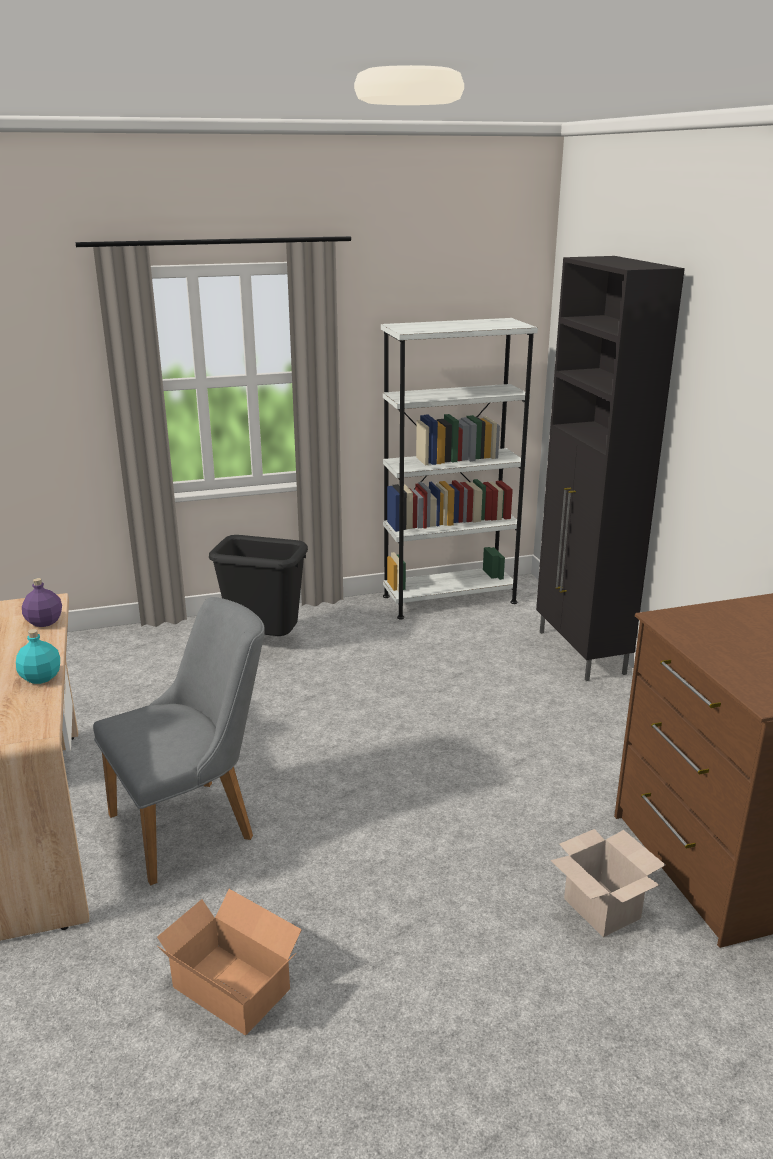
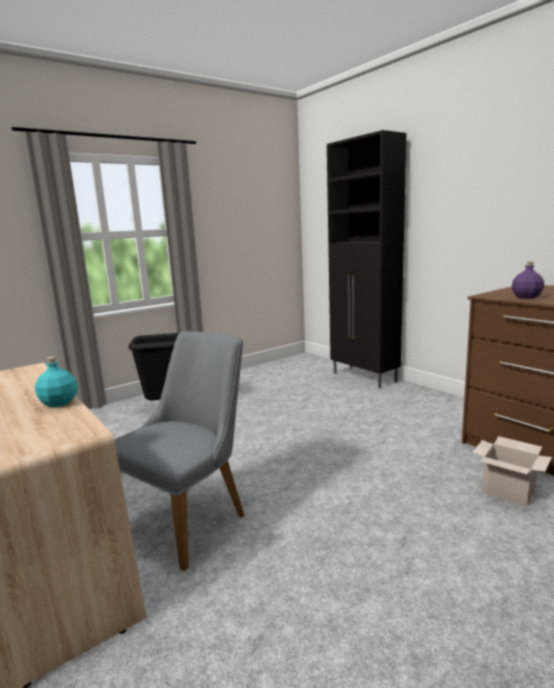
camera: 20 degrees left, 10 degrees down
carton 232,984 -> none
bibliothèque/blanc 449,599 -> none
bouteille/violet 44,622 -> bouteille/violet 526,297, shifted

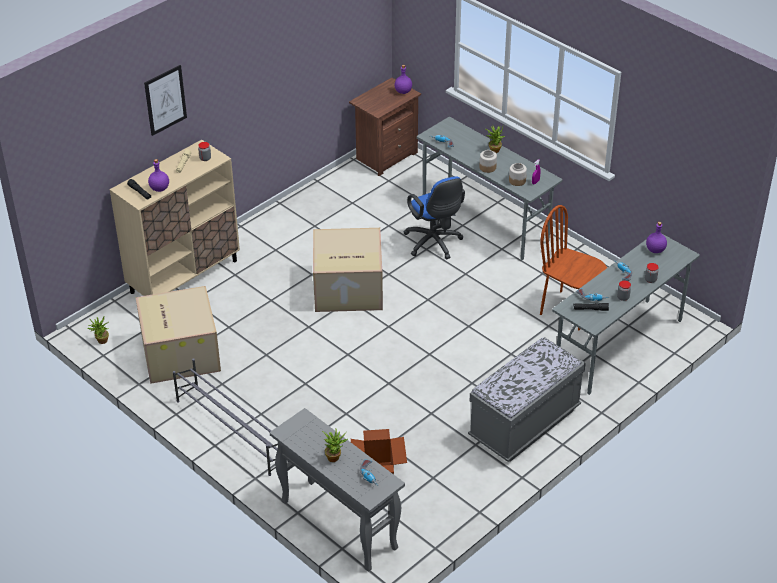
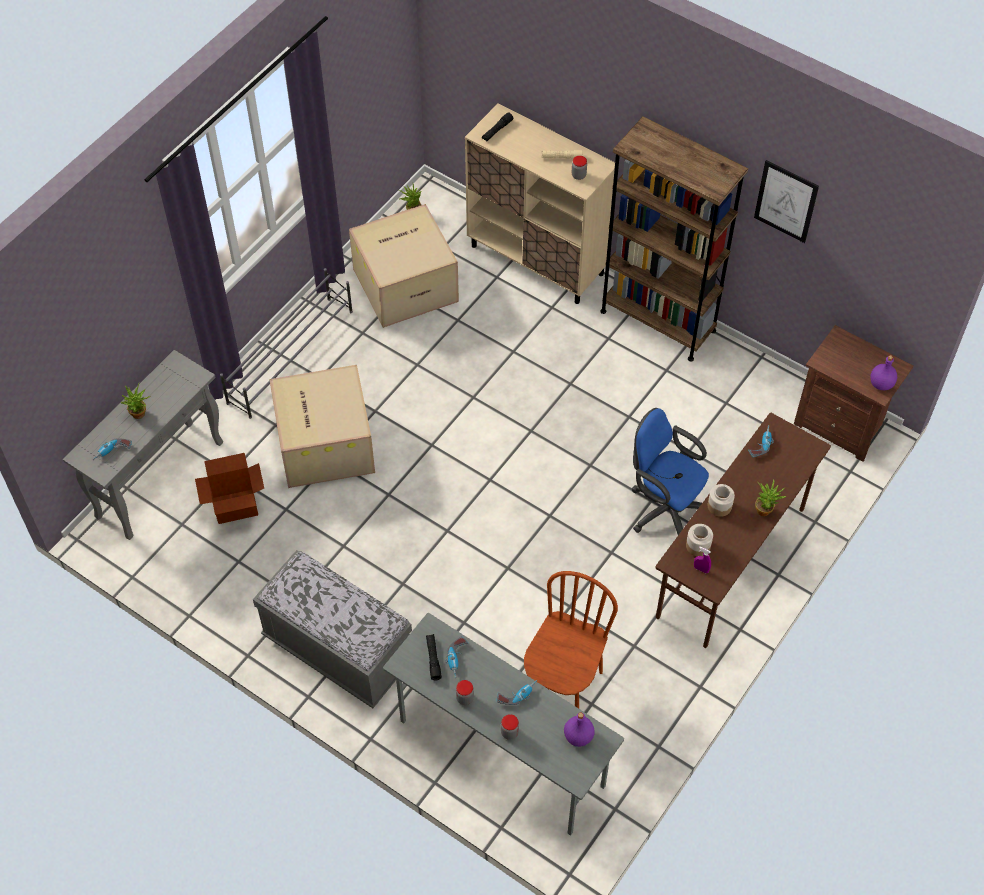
camera: 80 degrees right, 15 degrees up
bouteille/violet 160,188 -> none
none -> bibliothèque/marron 658,321
tableau 165,100 -> tableau 786,201, shifted
carton 347,289 -> carton 323,443, shifted
bureau/gris 485,221 -> bureau/marron 731,564
chaise de bureau/bleu 434,244 -> chaise de bureau/bleu 664,508, 75 degrees clockwise

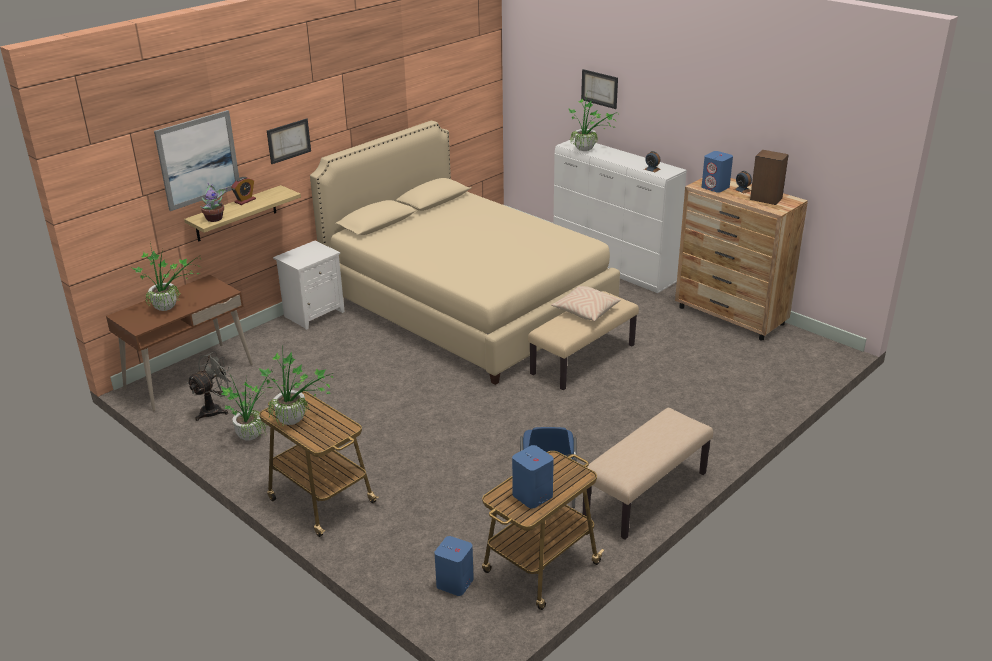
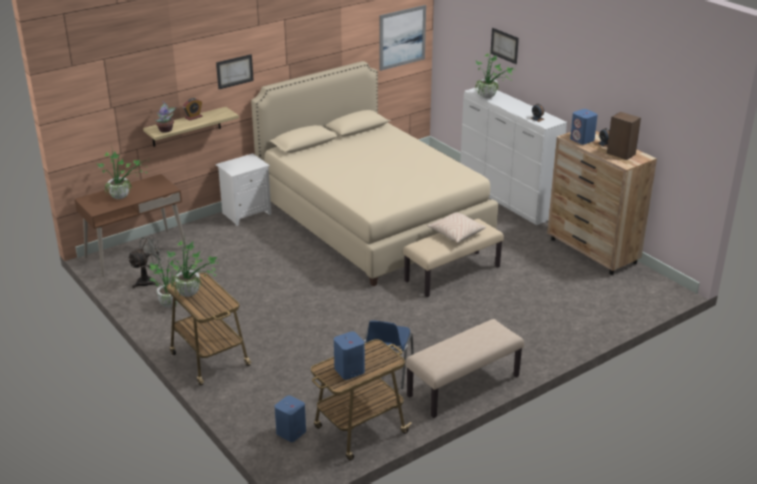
camera: 10 degrees right, 0 degrees up
tableau 198,160 -> tableau 402,37, shifted

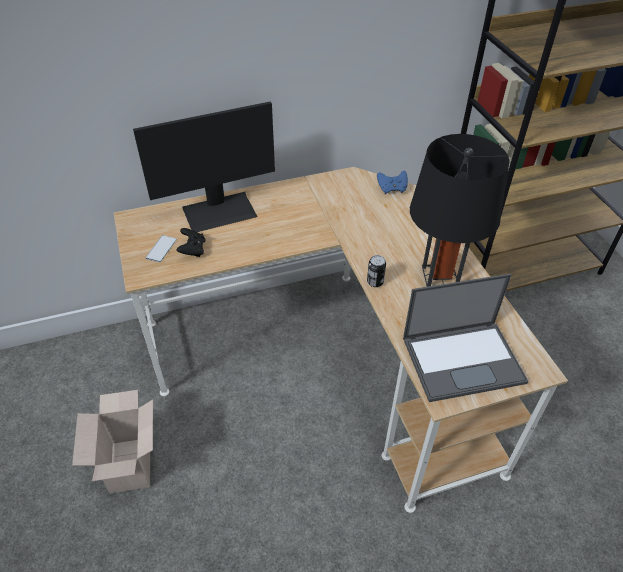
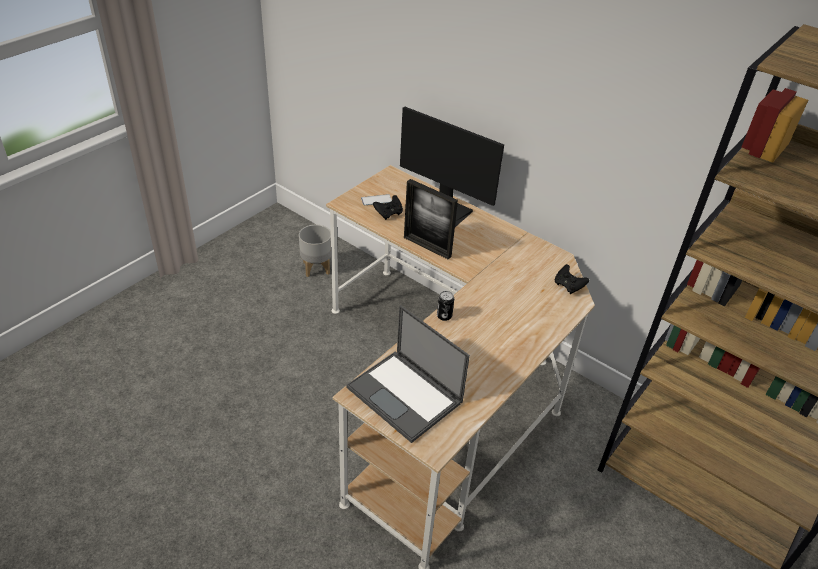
camera: 55 degrees right, 5 degrees down
carton 129,463 -> none
lampe de table/noir 440,276 -> none
none -> cache-pot/gris 317,268
none -> cadre photo 427,247
manette/bleu 392,189 -> manette/noir 568,286

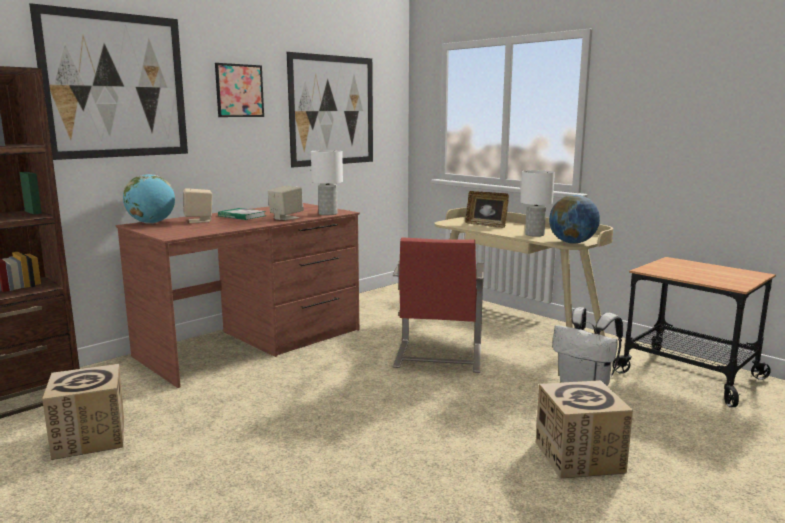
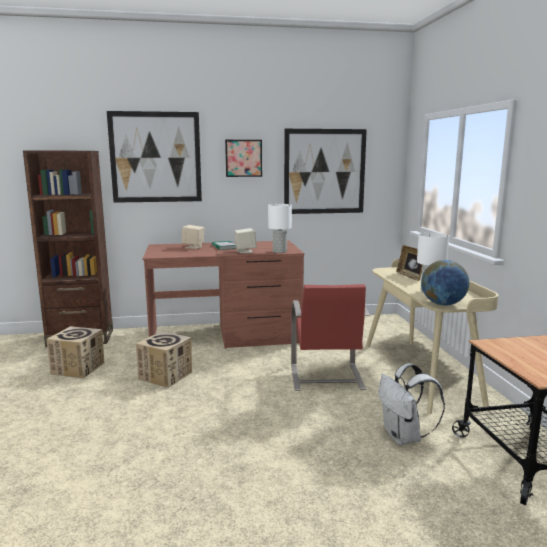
camera: 35 degrees right, 0 degrees up
globe 151,223 -> none
carton 579,457 -> carton 166,376, shifted
chaise/rouge 437,357 -> chaise/rouge 326,378, 45 degrees counterclockwise

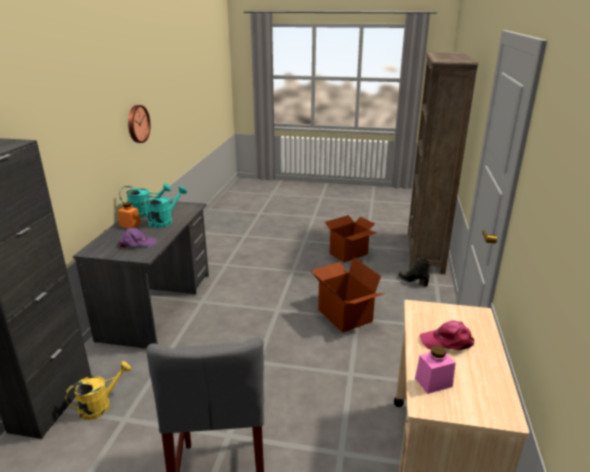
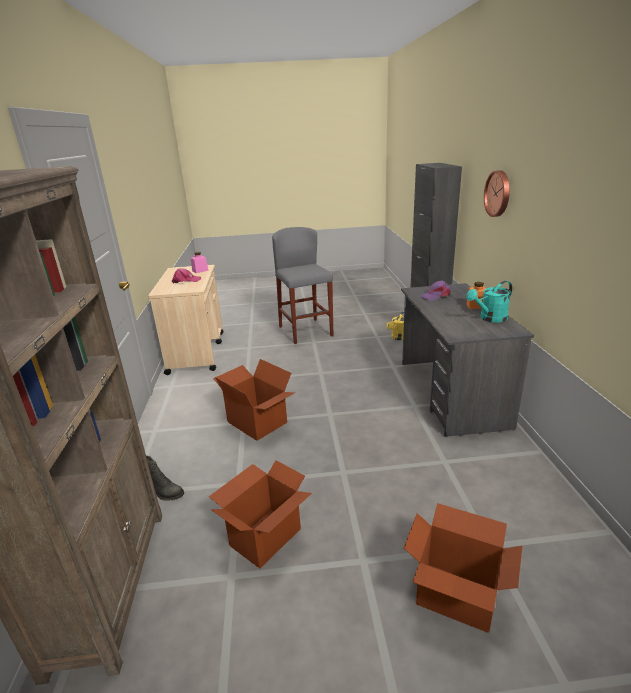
camera: 165 degrees right, 0 degrees up
arrosoir/turquoise 164,221 -> none
none -> carton 456,597
horloge murale 137,124 -> horloge murale 498,193, shifted

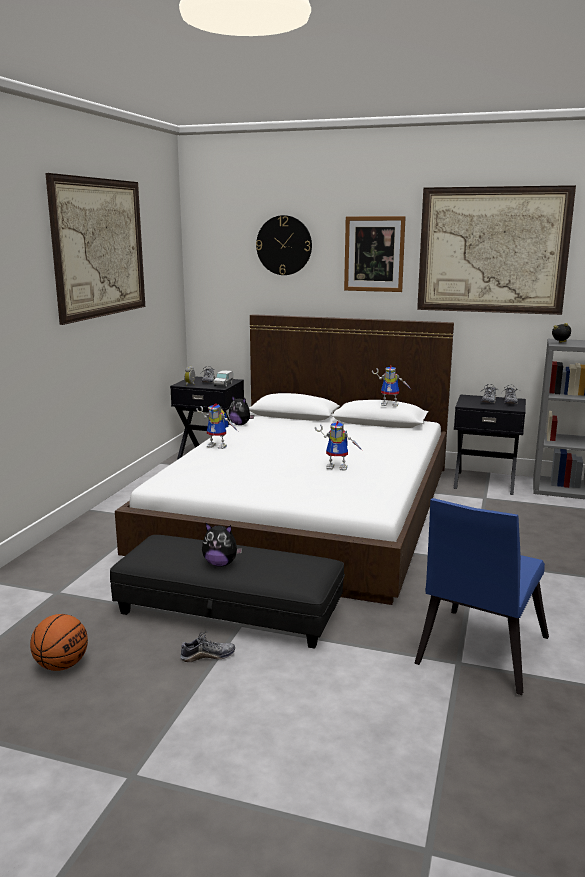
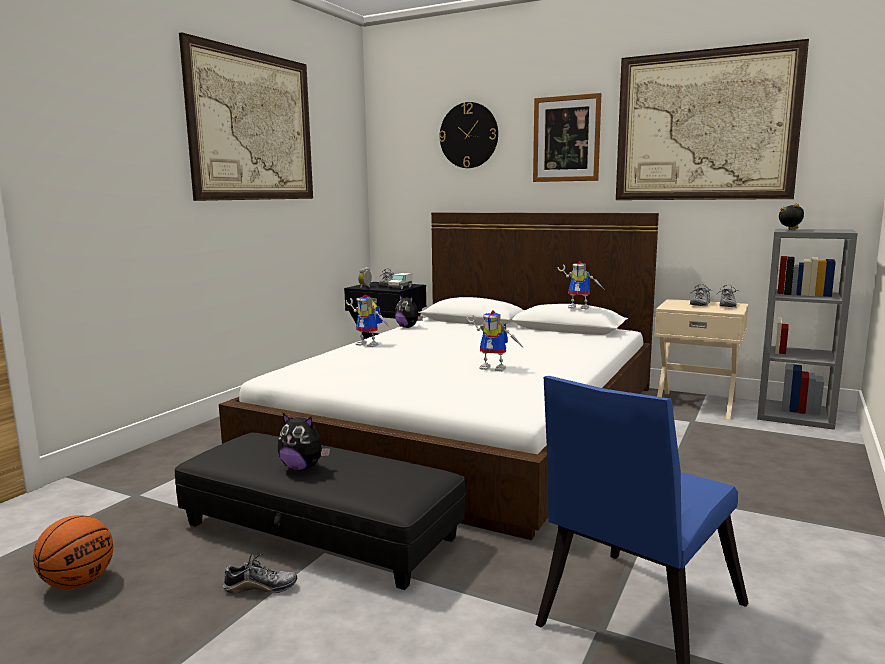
camera: 10 degrees right, 5 degrees down
table de chevet/noir 484,482 -> table de chevet/beige 696,404

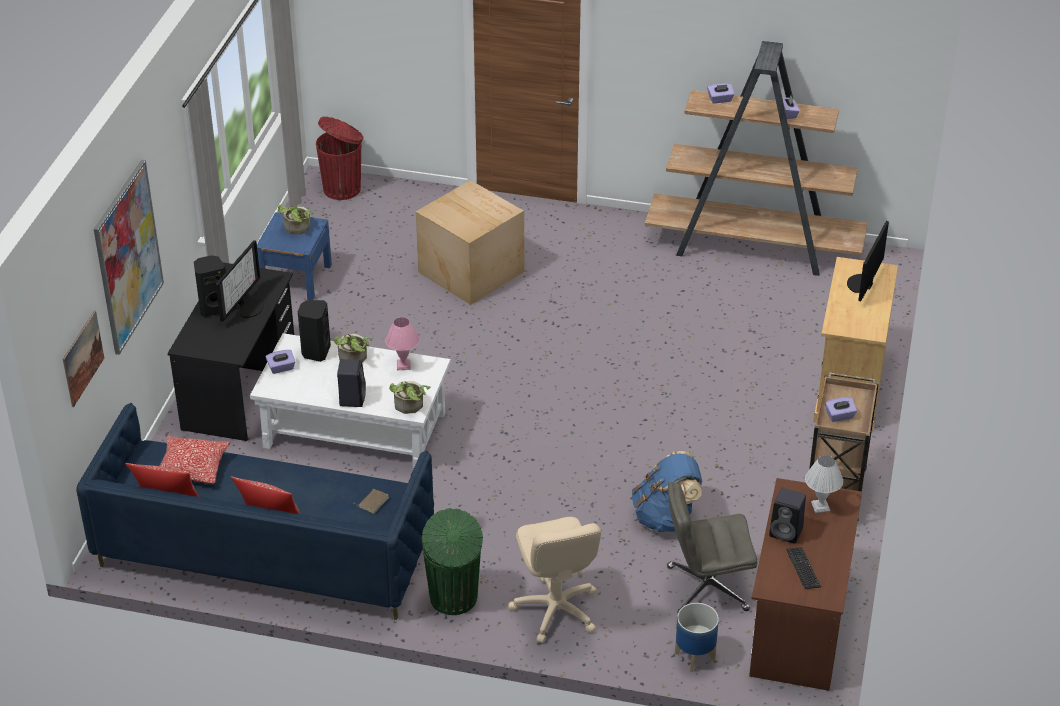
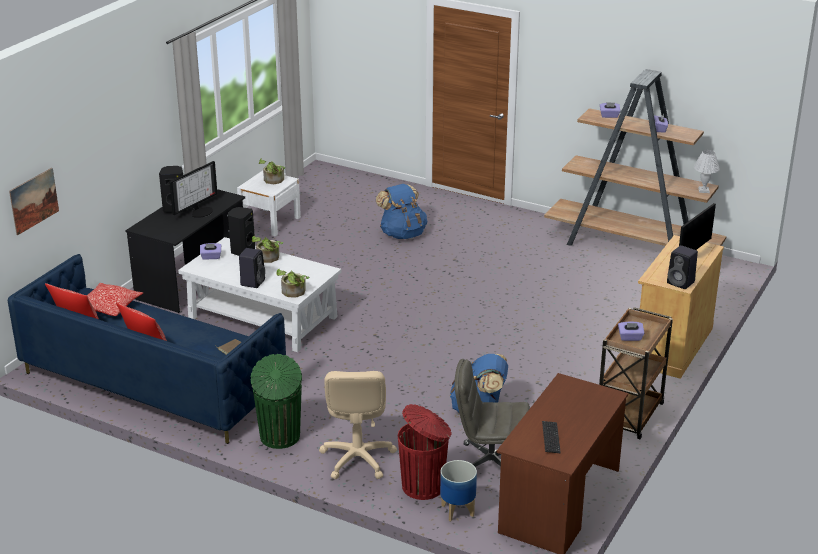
camera: 15 degrees right, 10 degrees down
tableau 128,257 -> none
lampe de table/rose 404,365 -> none
poubelle/rouge 343,188 -> poubelle/rouge 424,486, shifted
enceinte/noir 787,532 -> enceinte/noir 681,283, shifted
lampe de table/blanc 820,506 -> lampe de table/blanc 703,190, shifted
carton 471,271 -> sac à dos/bleu 402,234
table de chevet/bleu 296,278 -> table de chevet/blanc 270,222

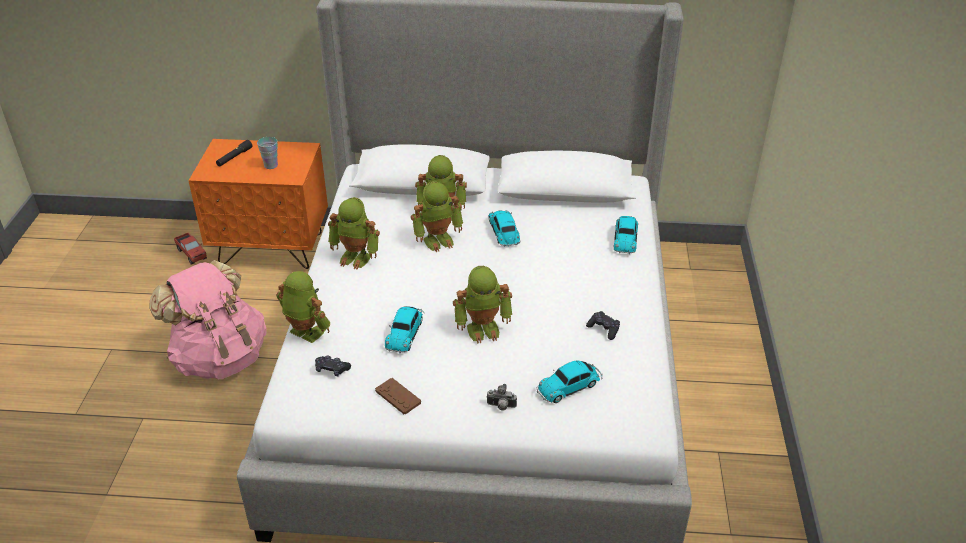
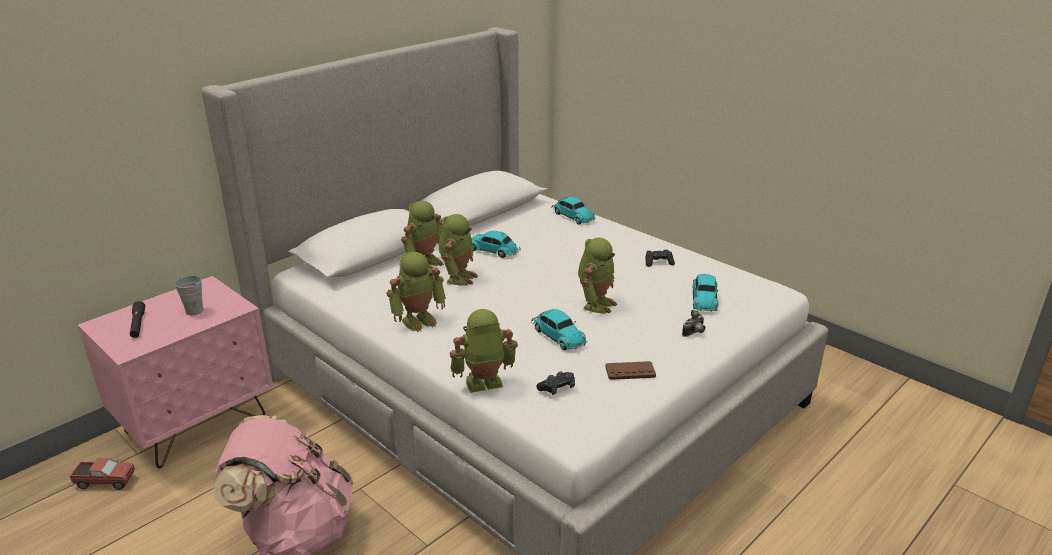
camera: 50 degrees left, 10 degrees down
table de chevet/orange 272,249 -> table de chevet/rose 197,425

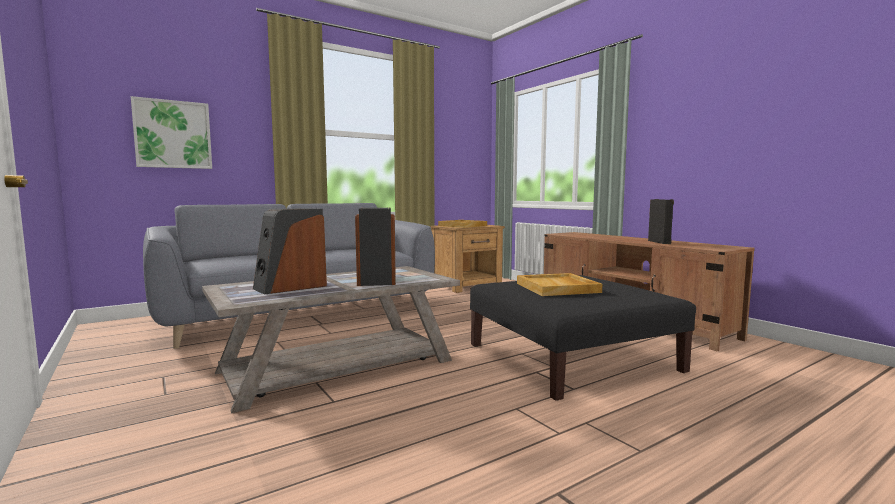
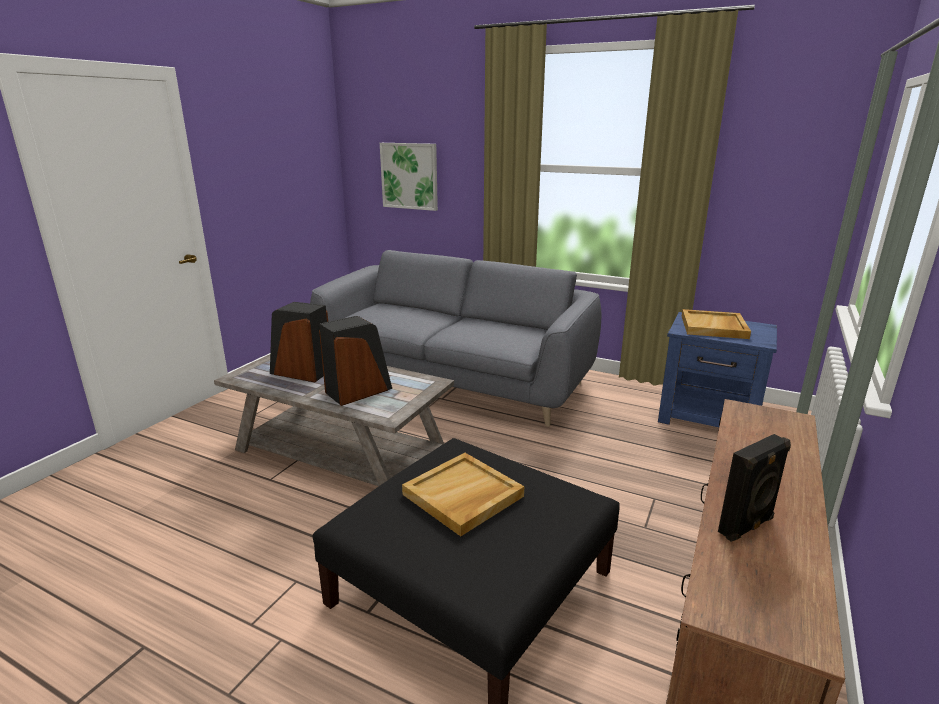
camera: 60 degrees right, 15 degrees up
table de chevet/marron 467,285 -> table de chevet/bleu 709,417

